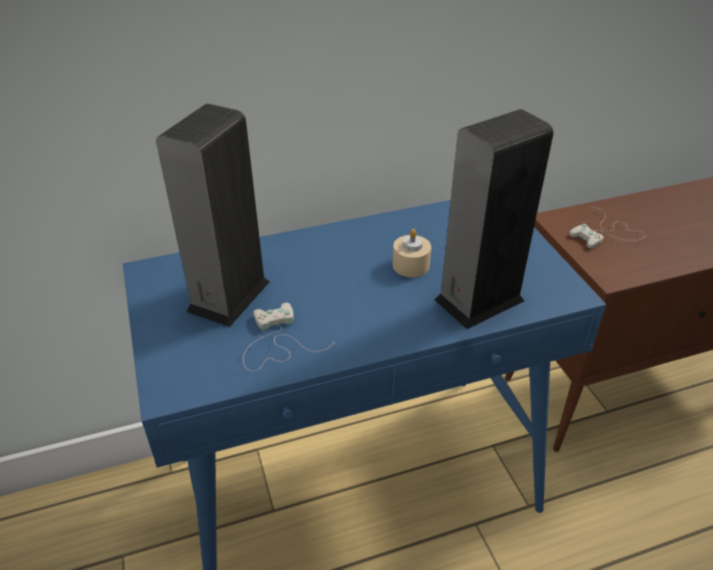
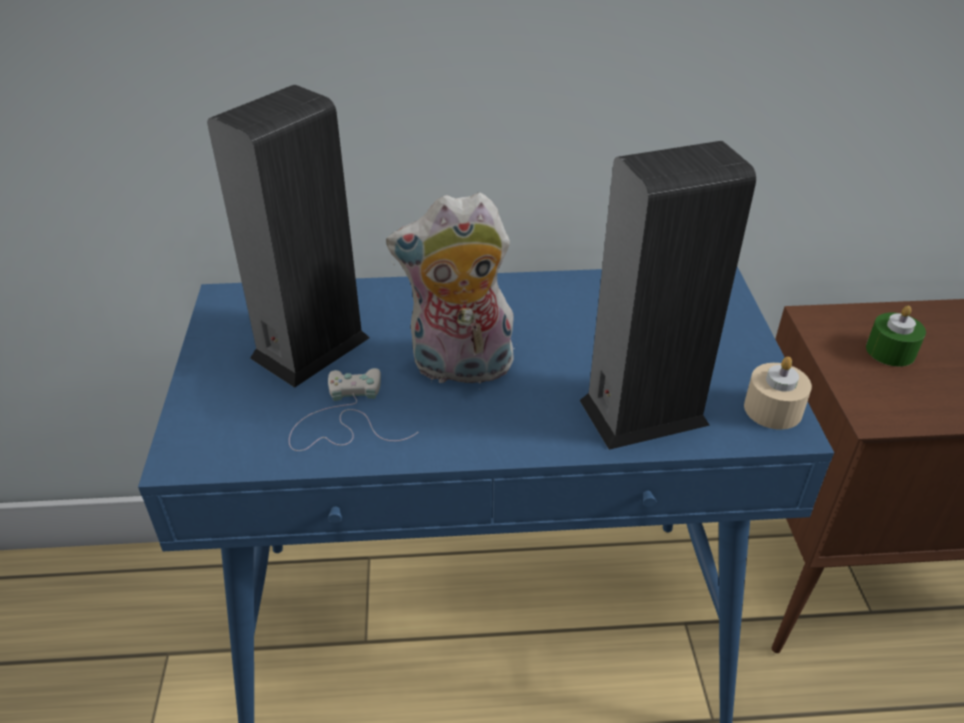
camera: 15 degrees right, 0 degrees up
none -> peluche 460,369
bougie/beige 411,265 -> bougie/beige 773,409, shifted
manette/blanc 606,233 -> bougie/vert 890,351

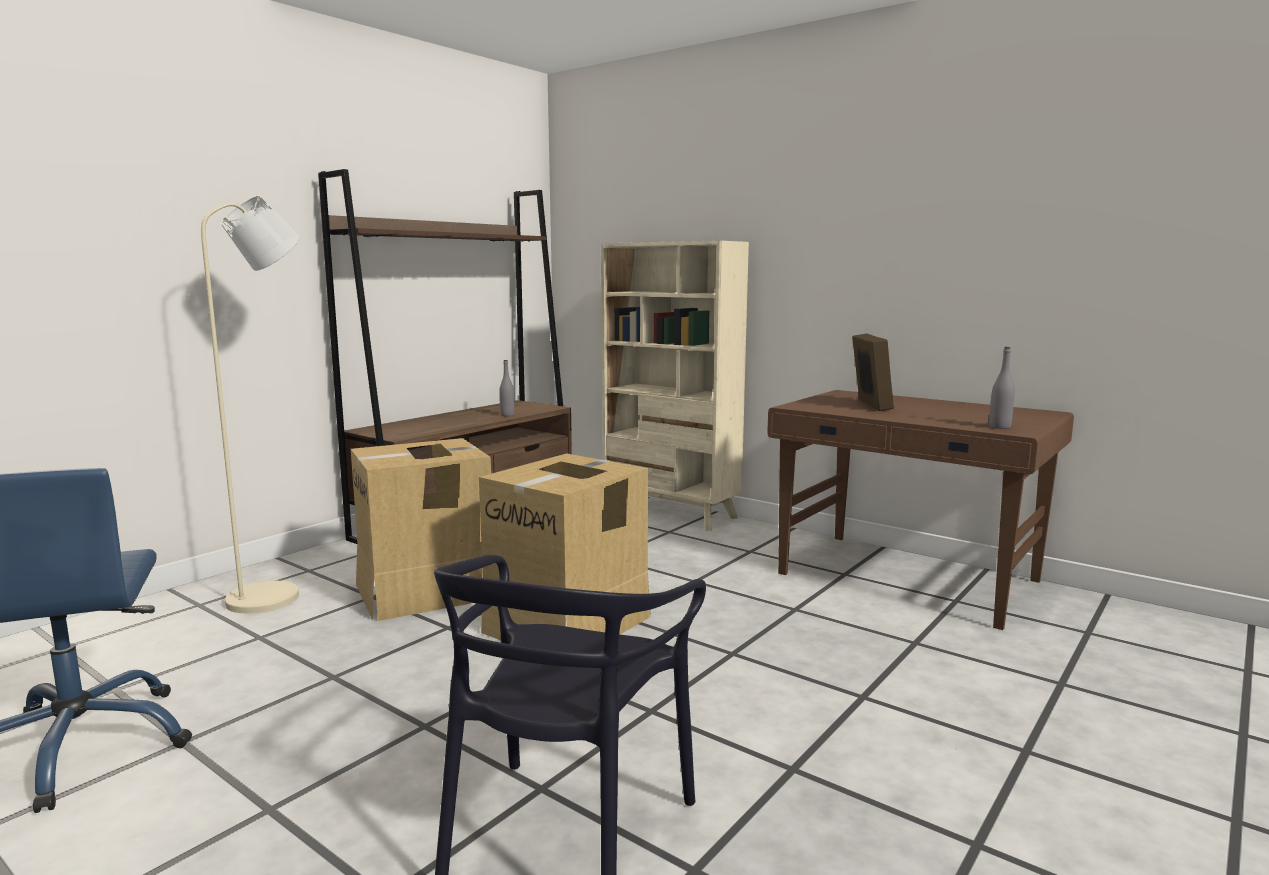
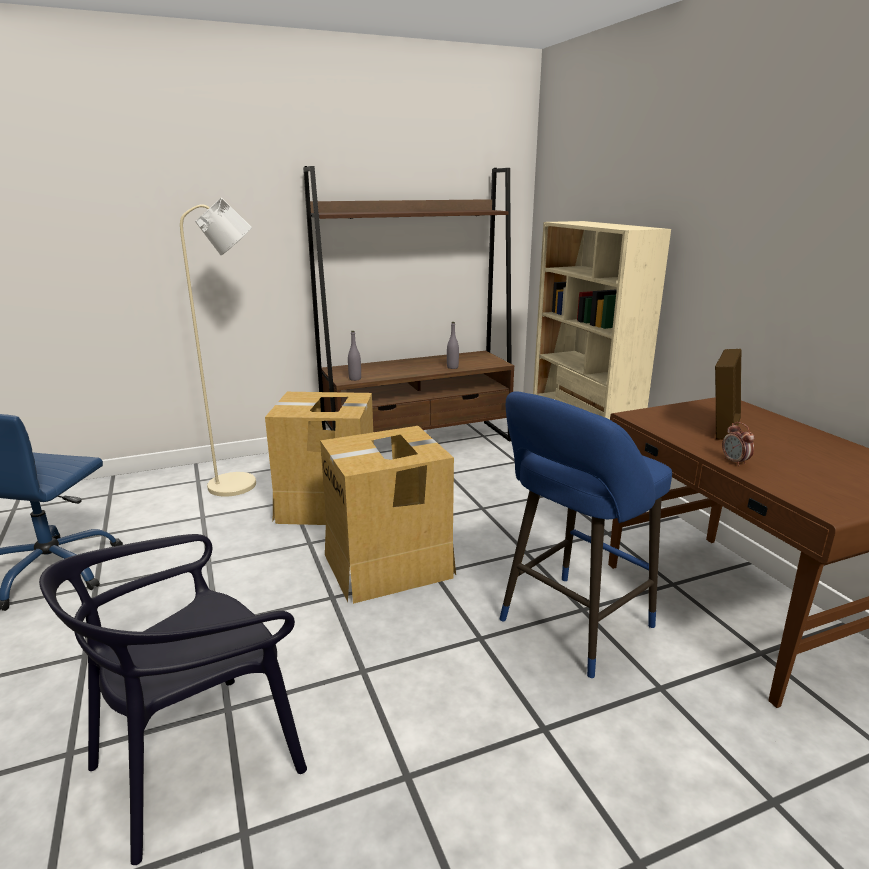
camera: 30 degrees right, 10 degrees up
none -> tabouret/bleu 570,626
none -> réveil 735,462
bouteille/gris 999,427 -> bouteille/gris 355,379, shifted

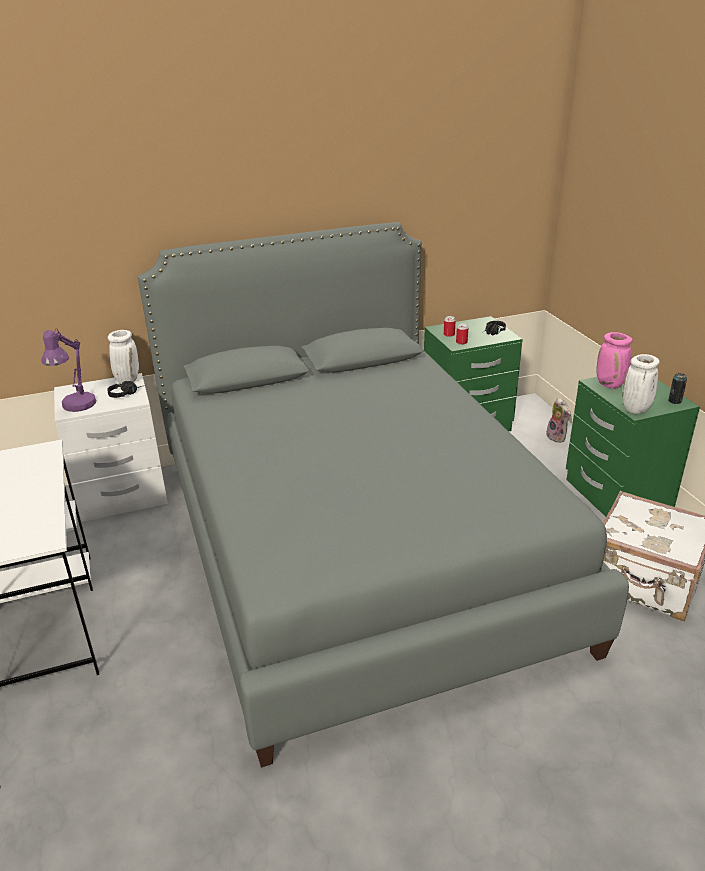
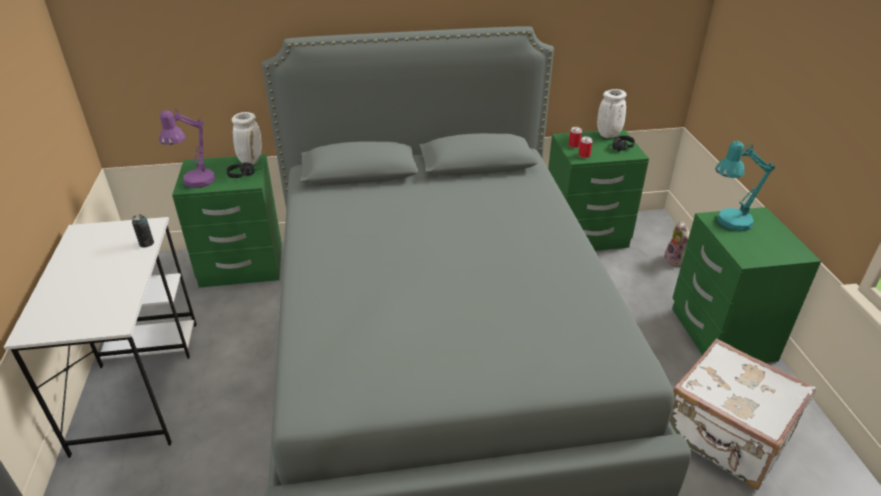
camera: 10 degrees right, 5 degrees up
vase/blanc 635,410 -> vase/blanc 608,135, shifted
boîte métallique 674,401 -> boîte métallique 146,243, shifted
vase/rose 610,385 -> lampe de table/turquoise 728,223
table de chevet/blanc 122,496 -> table de chevet/vert 242,266

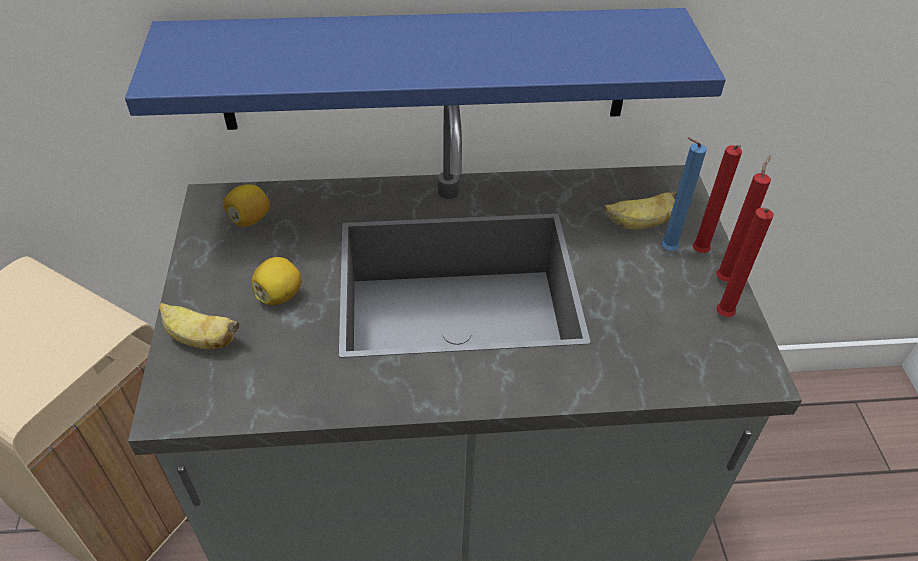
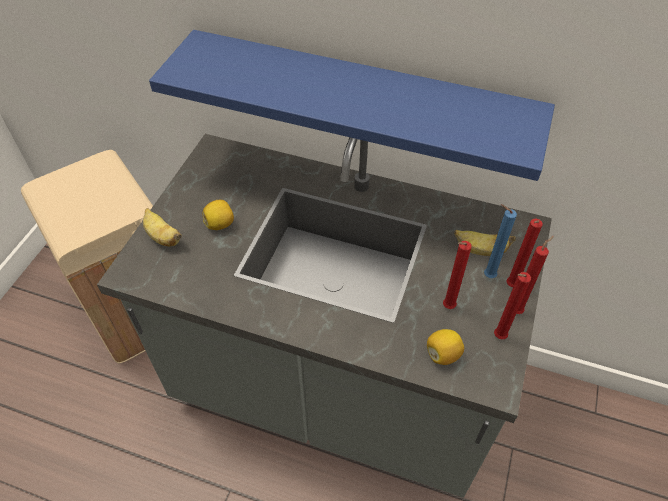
camera: 25 degrees right, 5 degrees up
none -> bougie/rouge 447,307
citron 250,219 -> citron 442,354, shifted

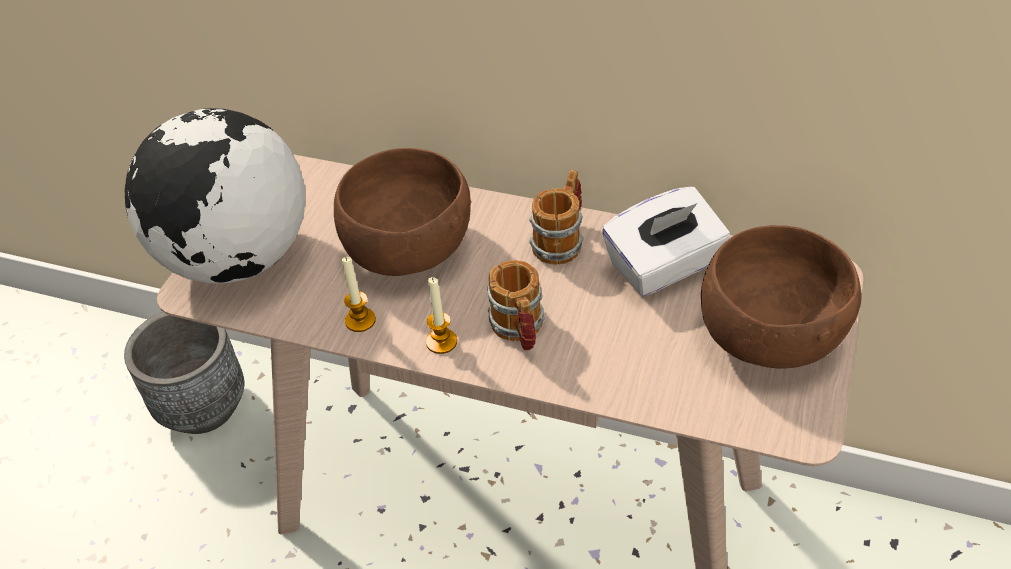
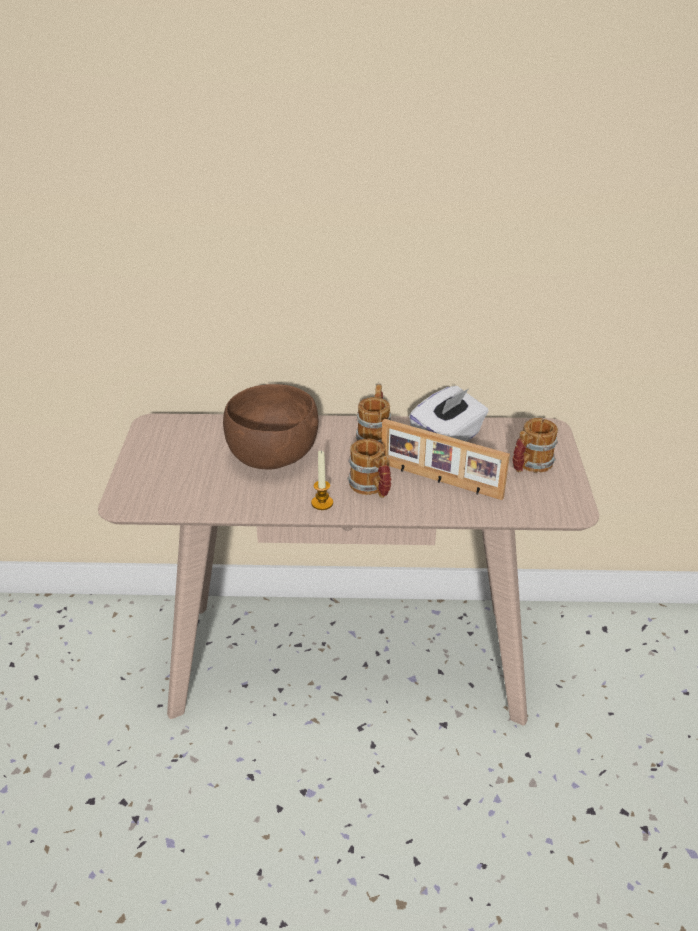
camera: 20 degrees left, 10 degrees down
globe 237,259 -> none
cache-pot/gris 203,407 -> none
bougie 360,320 -> none
none -> cadre photo 440,481
bol/marron 768,336 -> mug 529,465

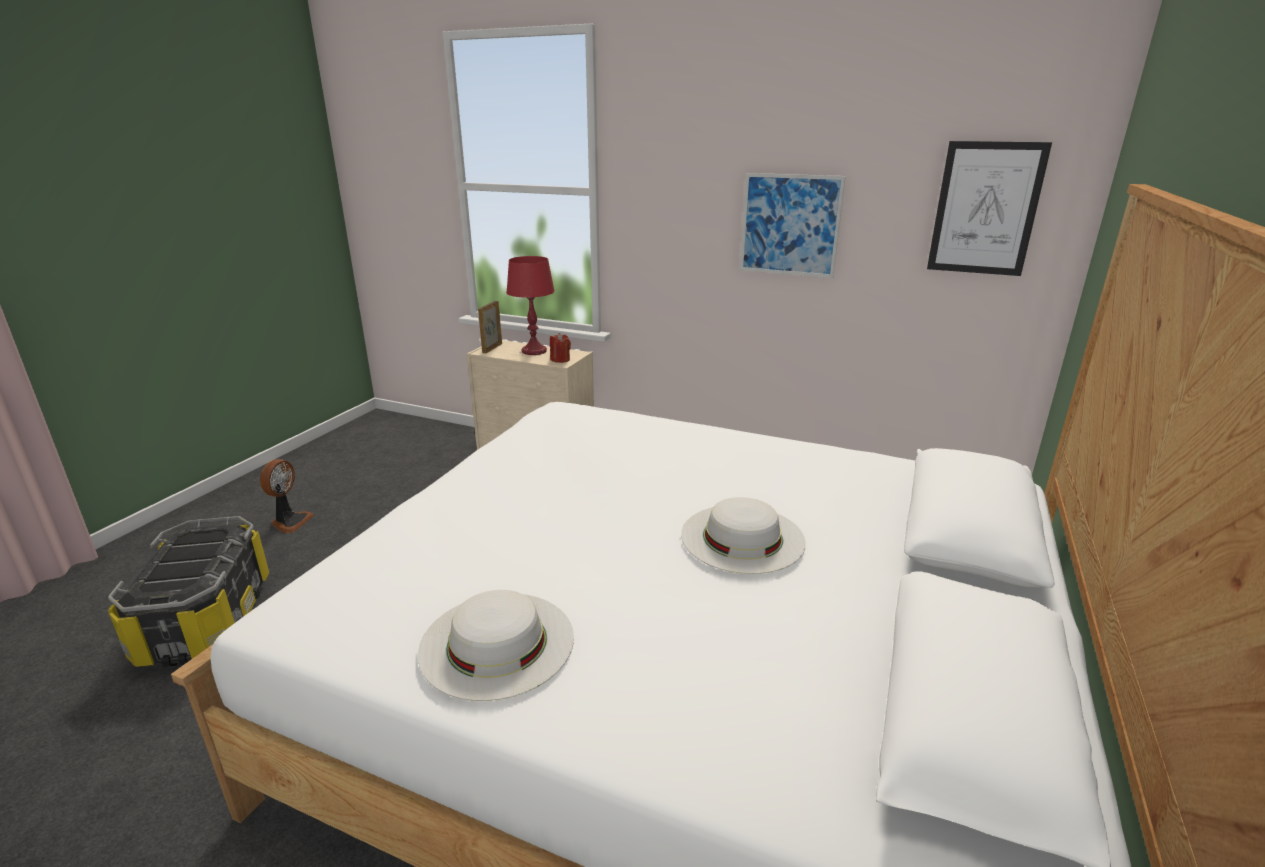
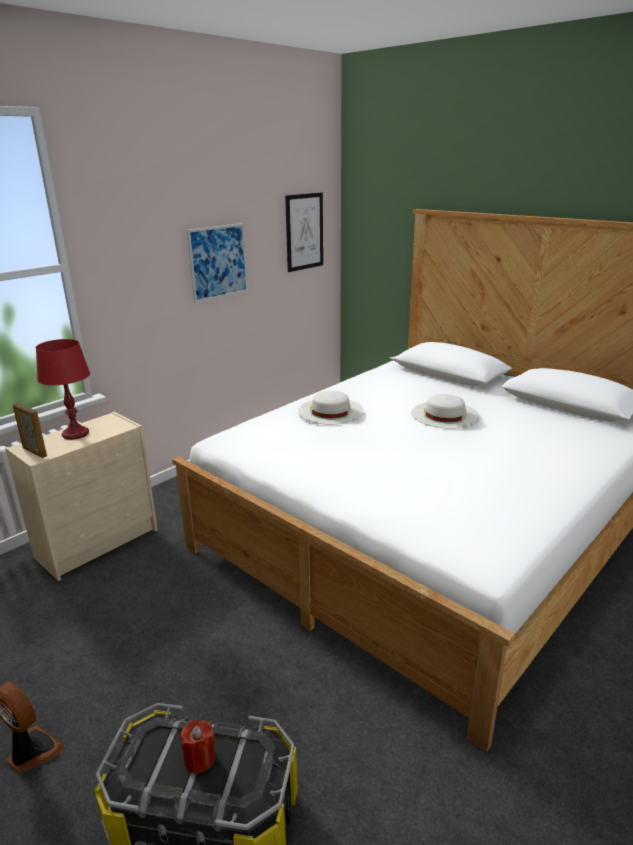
camera: 70 degrees left, 0 degrees up
chapeau/blanc 497,642 -> chapeau/blanc 330,411, shifted
bougie/rouge 560,359 -> bougie/rouge 200,758, shifted

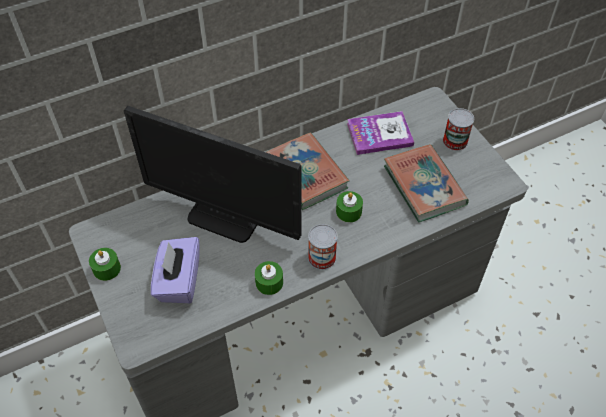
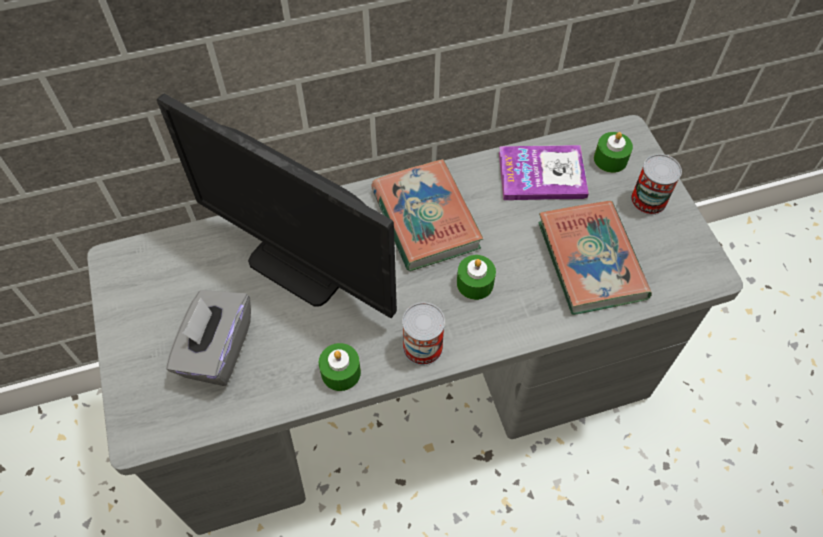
camera: 10 degrees right, 5 degrees up
bougie/vert 106,269 -> bougie/vert 610,159, shifted
boîte à mouchoirs/violet 179,281 -> boîte à mouchoirs/gris 216,350

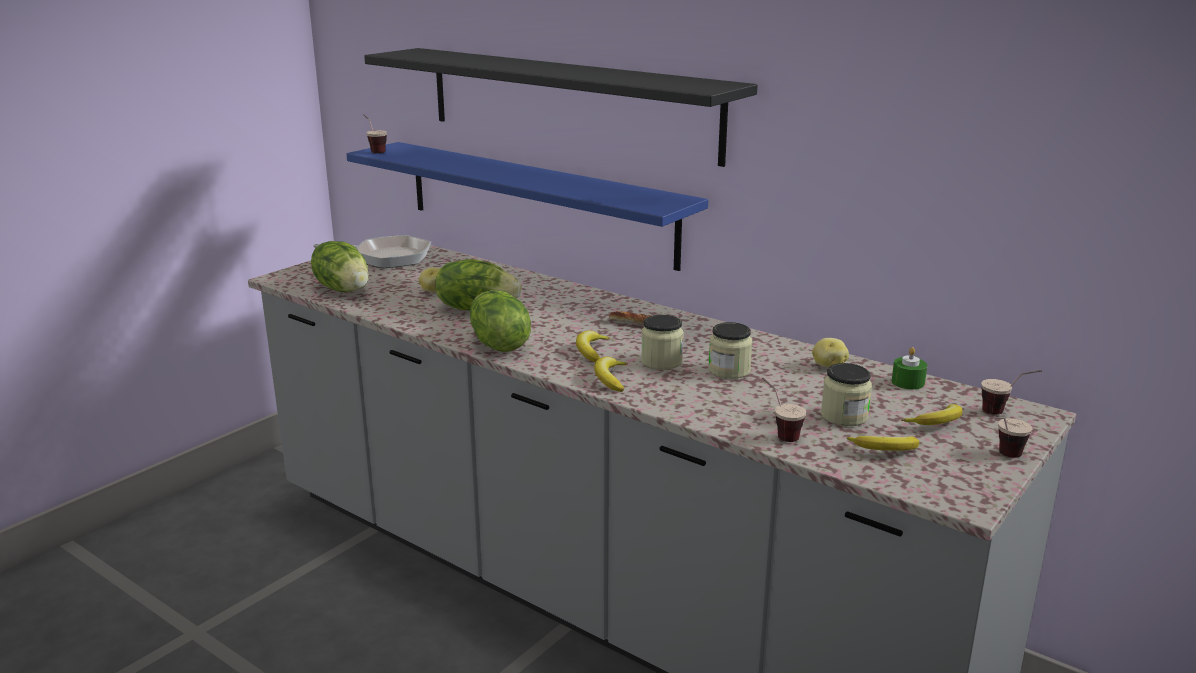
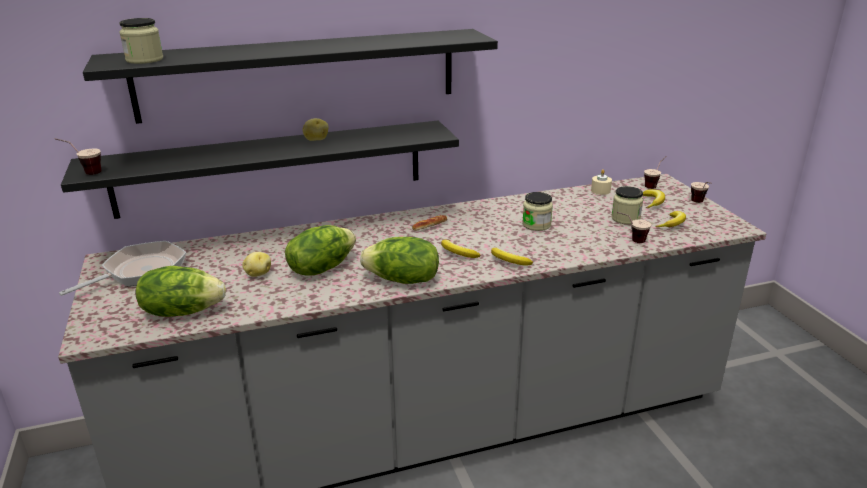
camera: 55 degrees left, 5 degrees up
bocal 661,361 -> bocal 144,60, shifted
pomme de terre 828,366 -> pomme de terre 316,140, shifted
étagère/bleu 536,202 -> étagère/noir 271,168
bougie/vert 908,382 -> bougie/beige 600,190

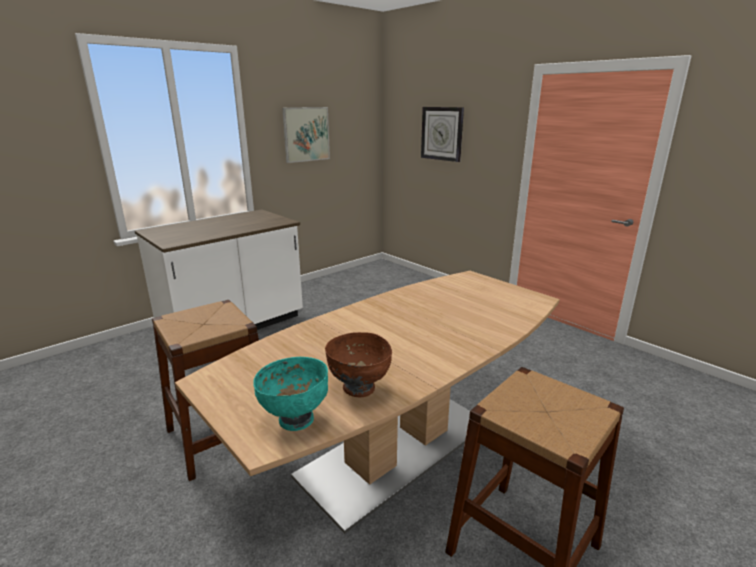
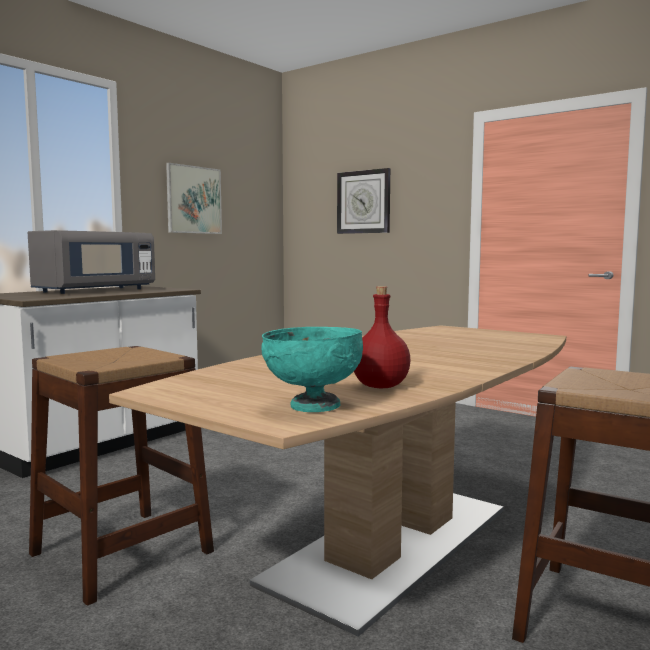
camera: 10 degrees left, 15 degrees down
none -> micro-ondes/gris 95,291
bol/marron 359,389 -> bouteille/rouge 379,386

